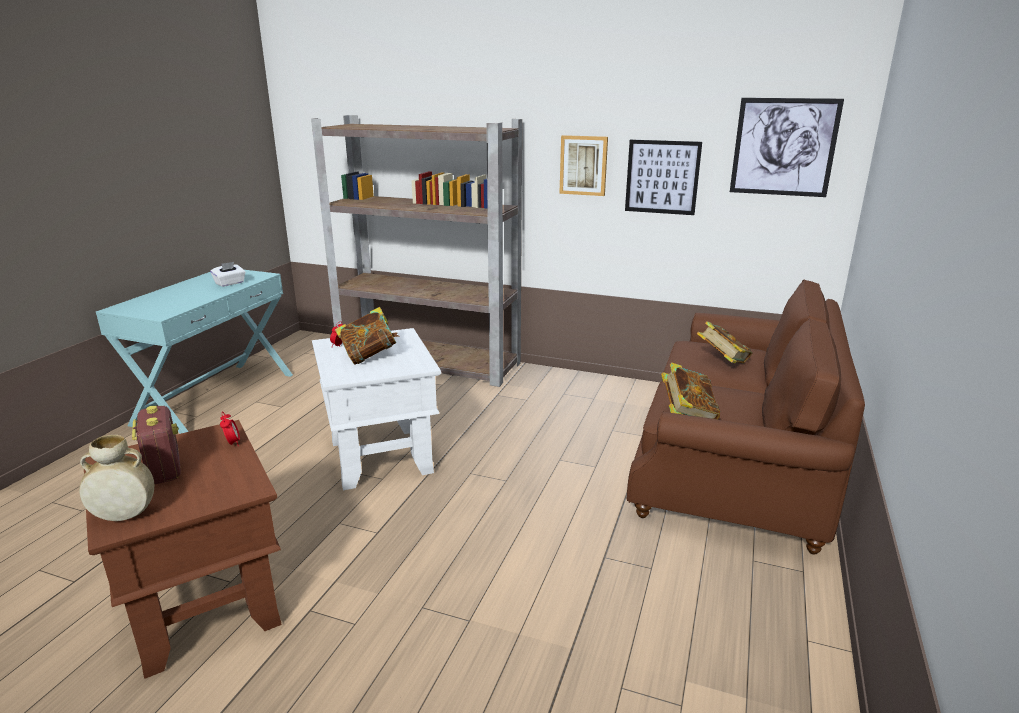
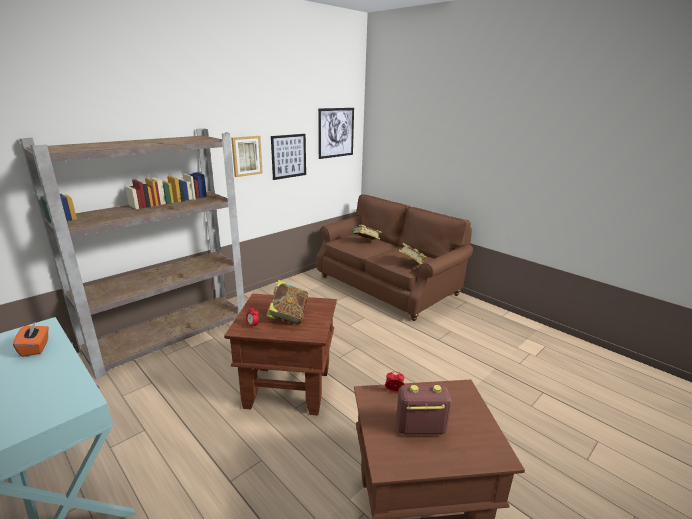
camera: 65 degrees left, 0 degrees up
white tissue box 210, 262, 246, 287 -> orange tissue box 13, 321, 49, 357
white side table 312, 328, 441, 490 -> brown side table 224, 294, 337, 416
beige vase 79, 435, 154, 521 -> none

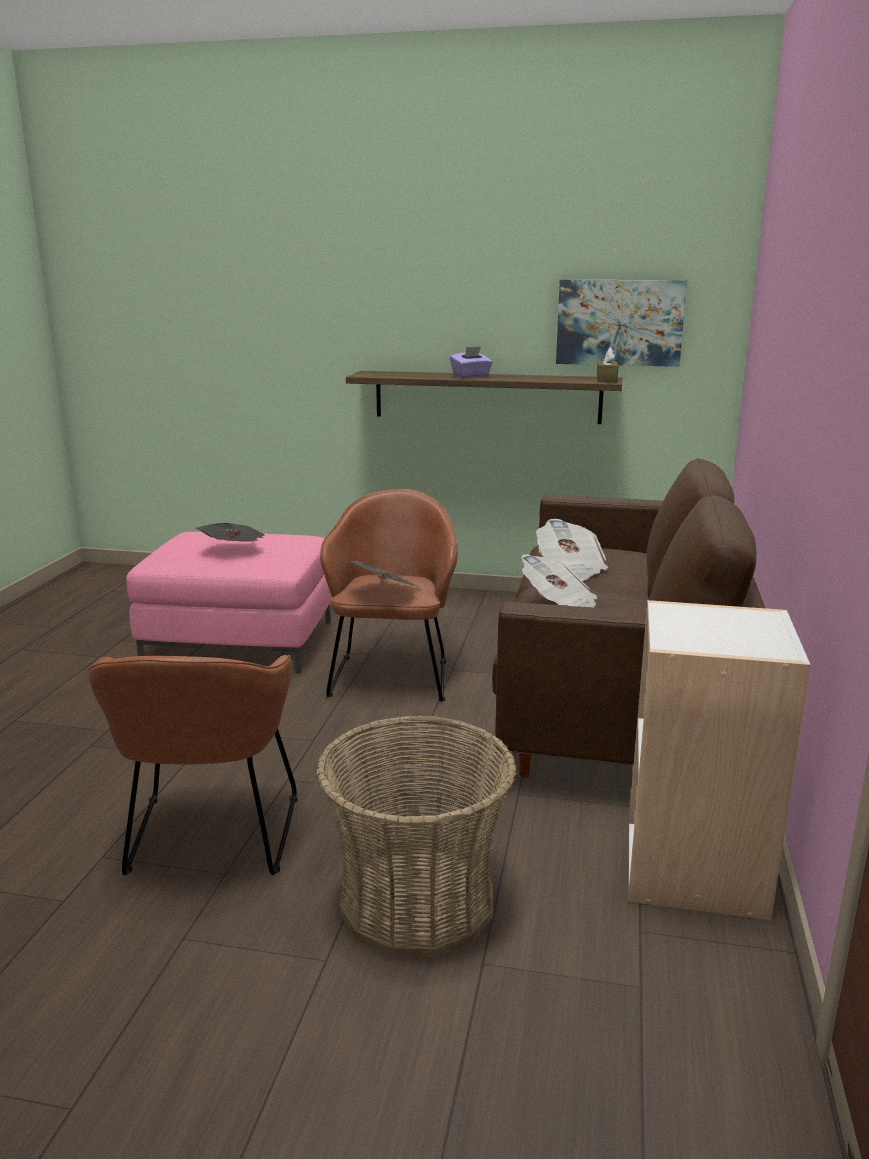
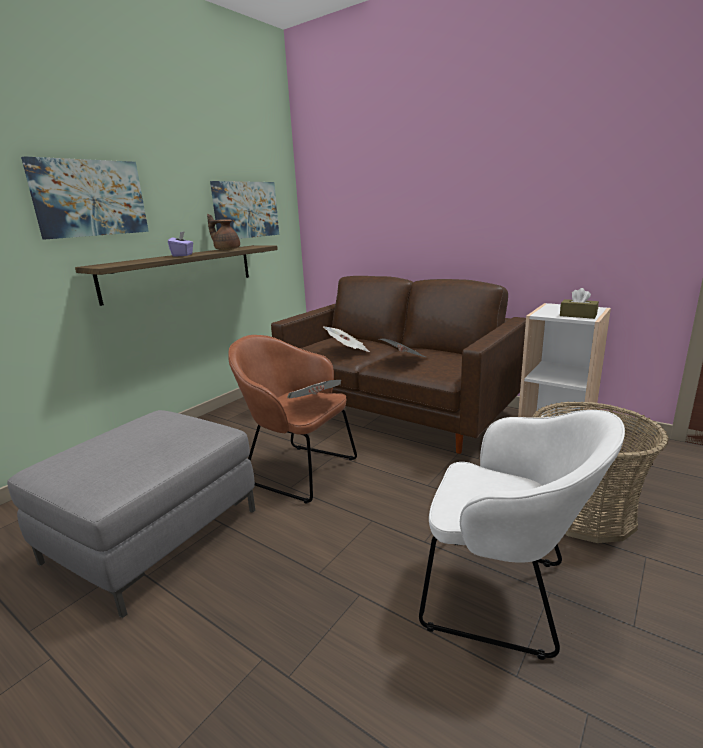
camera: 65 degrees left, 0 degrees up
brown tissue box 596, 347, 618, 382 -> brown tissue box 560, 288, 599, 319, move
newspaper 195, 523, 264, 542 -> none
pink ottoman 126, 532, 332, 674 -> grey ottoman 7, 410, 255, 618
brown armchair 87, 655, 298, 876 -> white armchair 419, 410, 625, 660
none -> picture 21, 156, 149, 239
none -> brown teapot 207, 214, 240, 250

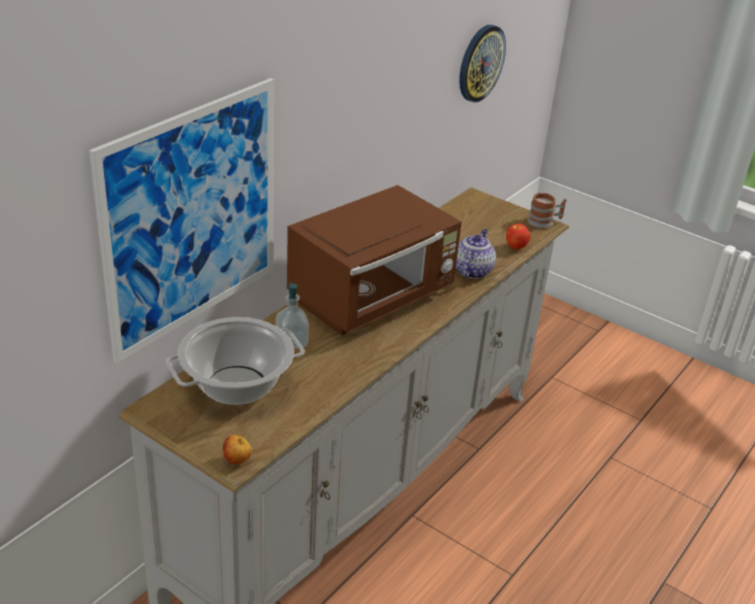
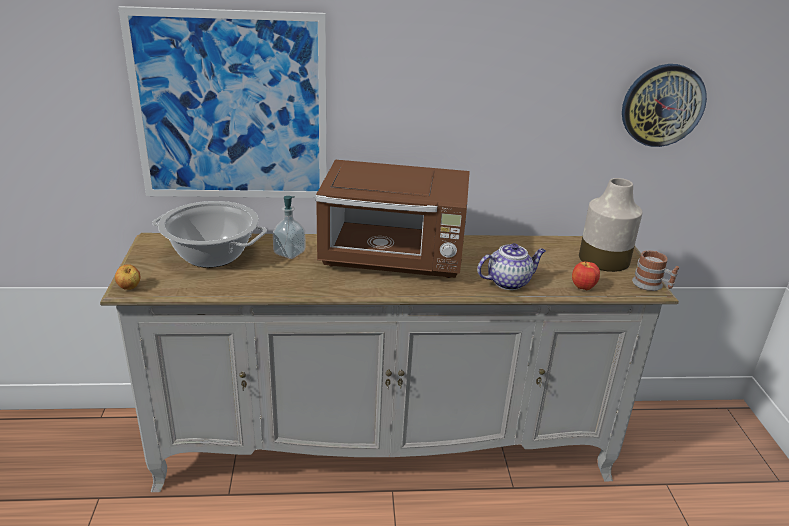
camera: 50 degrees right, 5 degrees down
none -> beige vase 579, 178, 643, 272

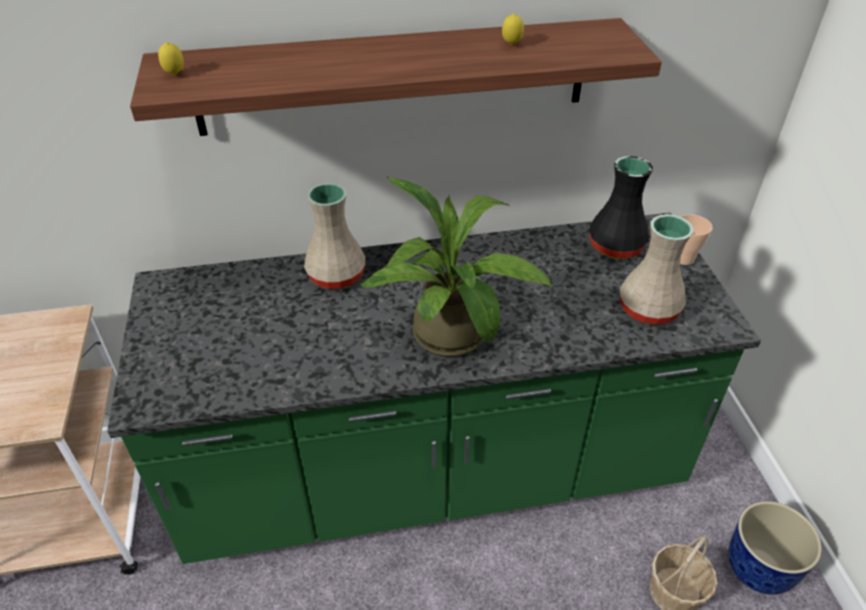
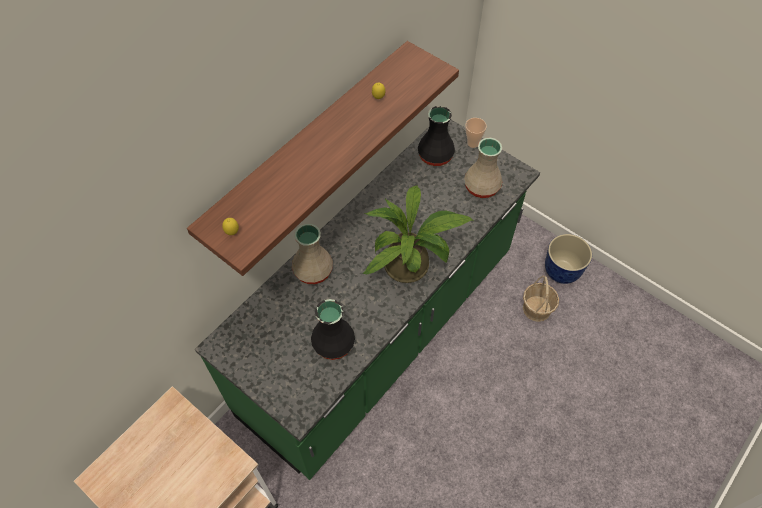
camera: 40 degrees left, 15 degrees up
none -> black vase 311, 299, 355, 360

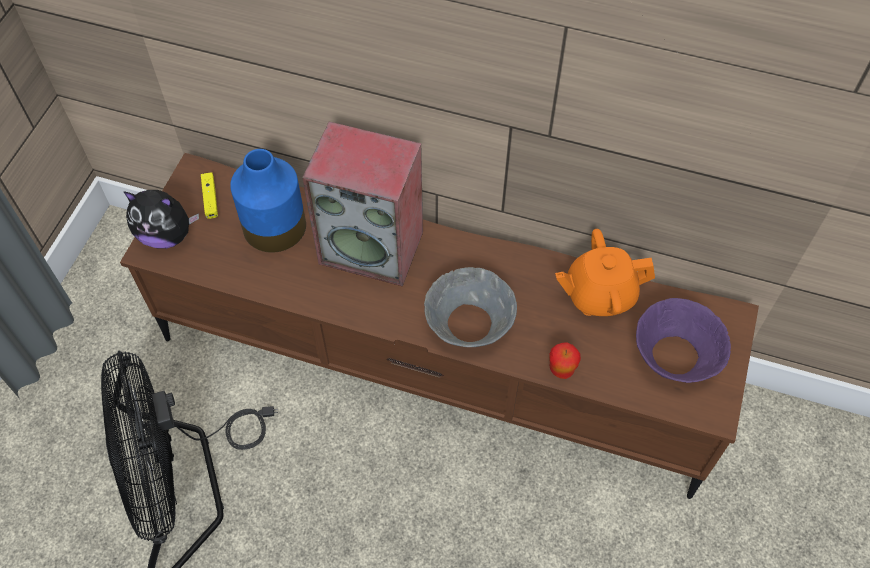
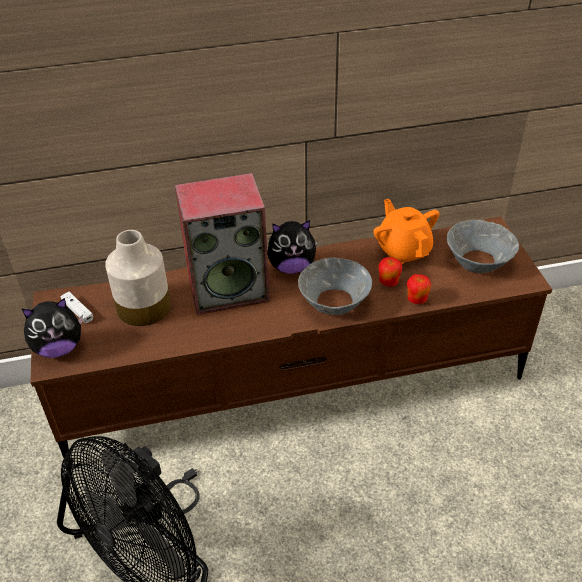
camera: 30 degrees left, 15 degrees down
blue vase 230, 149, 306, 253 -> beige vase 105, 230, 171, 326
yellow game controller 201, 172, 218, 219 -> white game controller 60, 292, 93, 323
orange teapot 555, 229, 655, 316 -> orange teapot 374, 199, 440, 264, 105 degrees clockwise
purple bowl 636, 298, 731, 383 -> grey bowl 447, 220, 519, 273
none -> plush toy 267, 220, 318, 273
none -> apple 379, 257, 402, 287

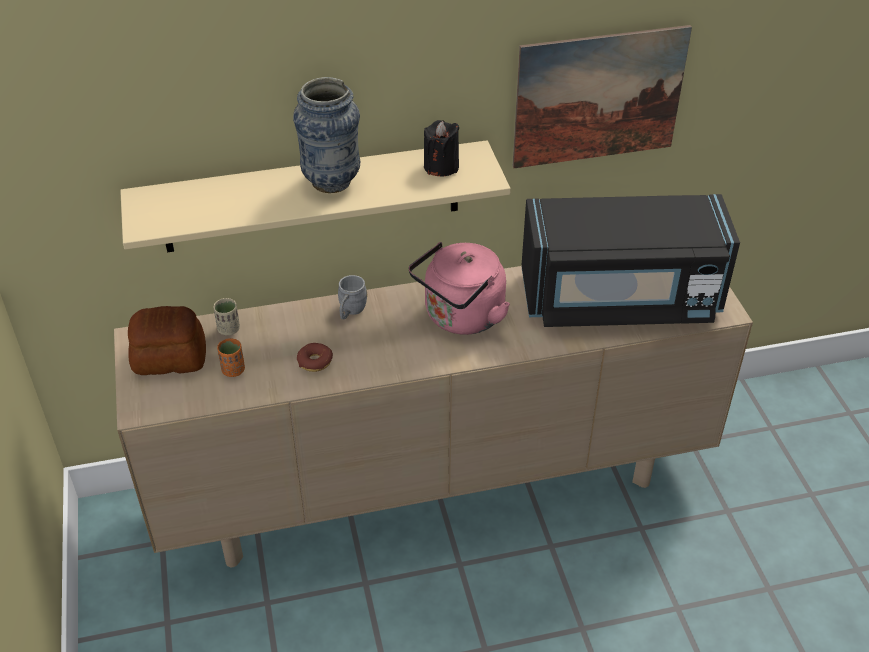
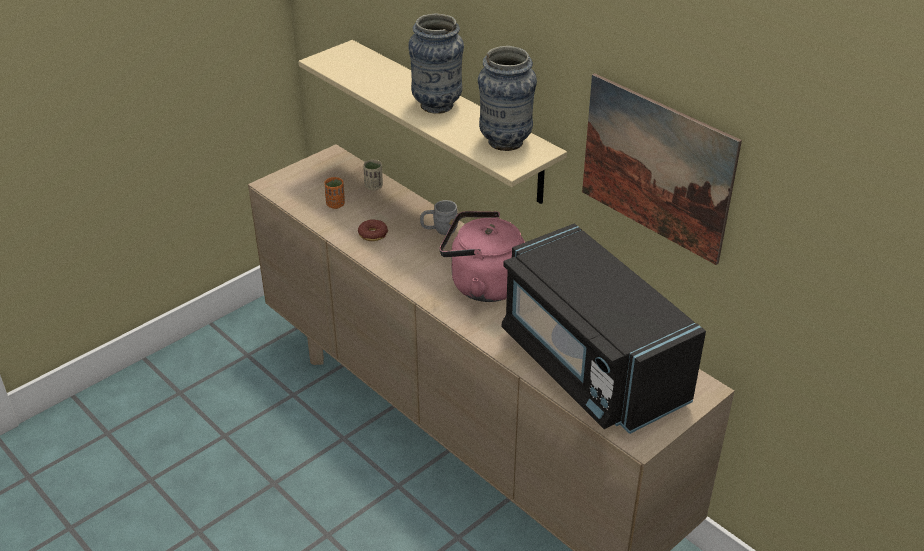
camera: 60 degrees right, 5 degrees down
black candle 424, 120, 459, 176 -> vase 478, 46, 537, 151
bread 128, 306, 206, 375 -> none

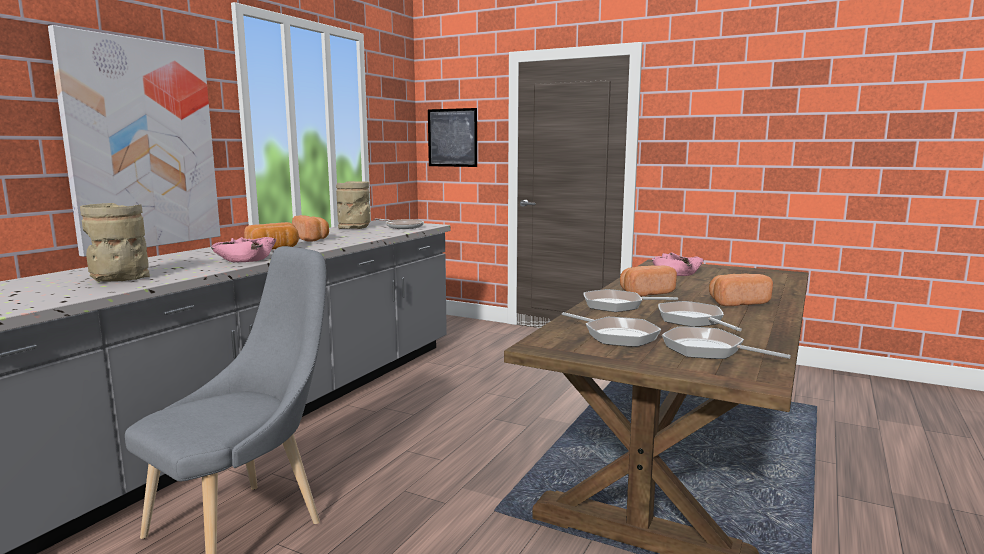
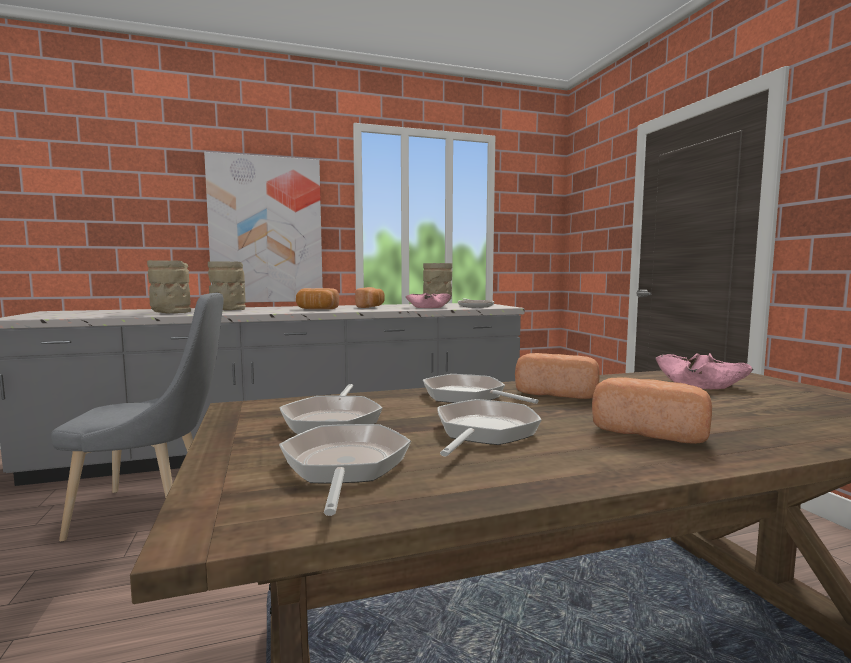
camera: 45 degrees right, 5 degrees down
picture 428, 108, 477, 167 -> none
pink bowl 211, 237, 277, 262 -> pink bowl 406, 293, 451, 308, move
none -> beige vase 208, 261, 246, 310

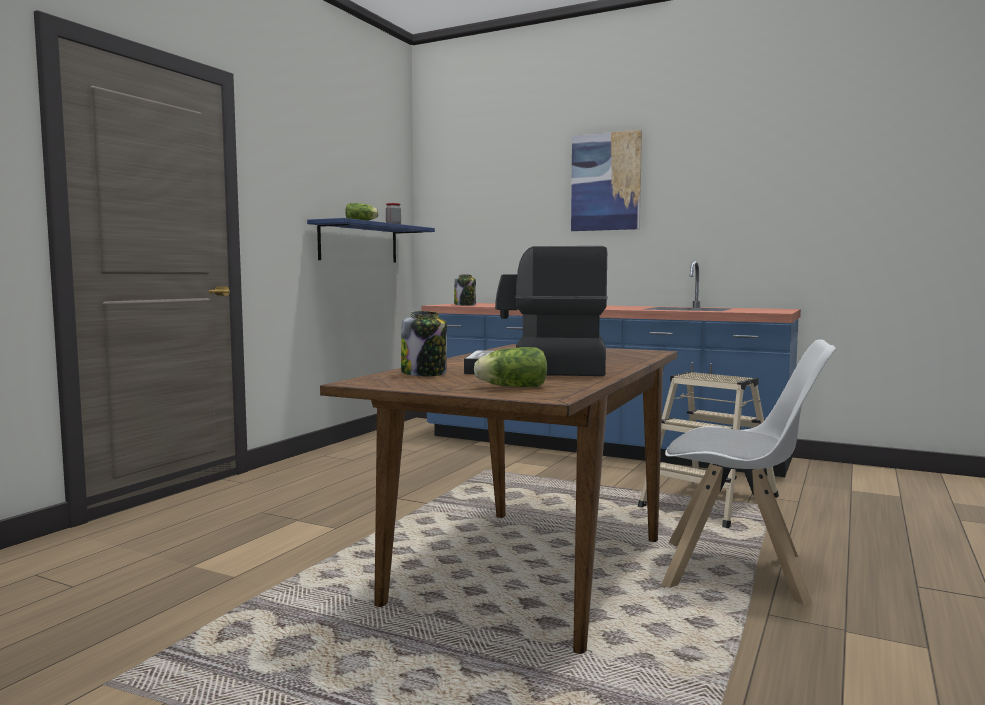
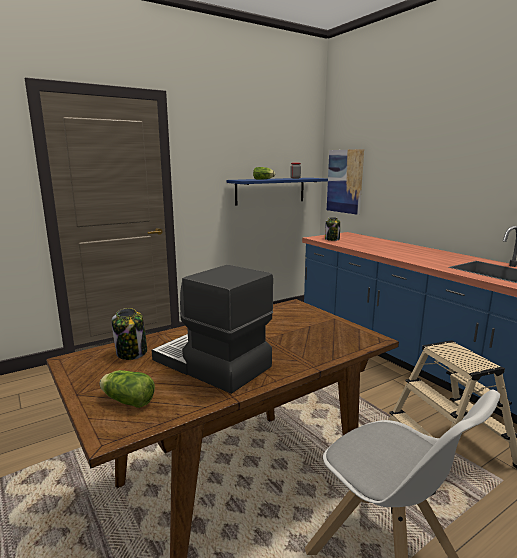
camera: 30 degrees right, 10 degrees up
picture 571, 130, 642, 231 -> picture 327, 149, 364, 215, move

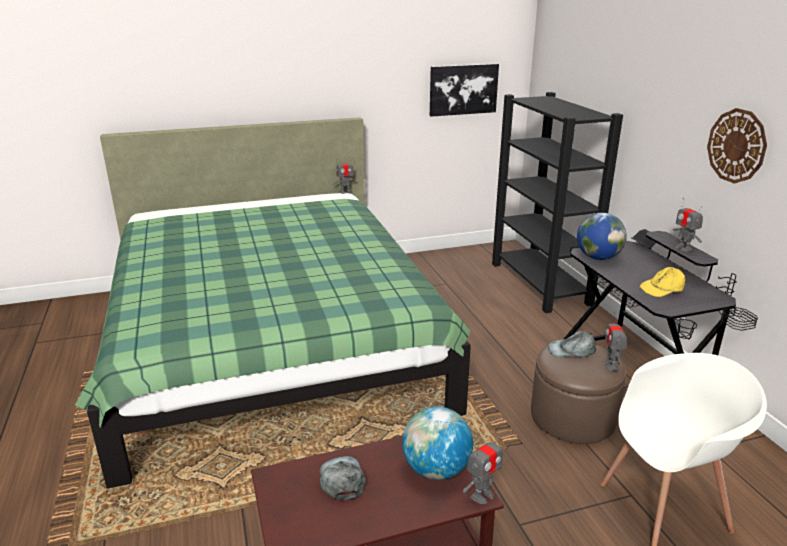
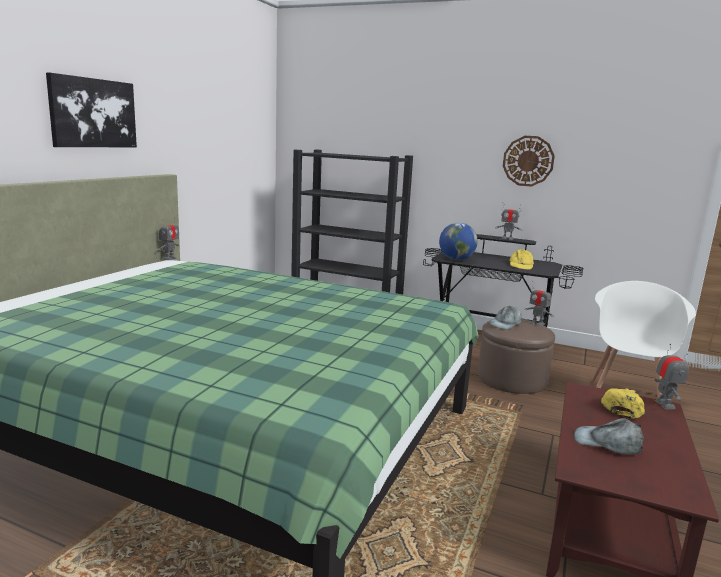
camera: 50 degrees left, 10 degrees down
picture 430, 64, 499, 117 -> picture 46, 72, 137, 147, move
globe 402, 407, 473, 480 -> yellow cap 601, 388, 645, 419

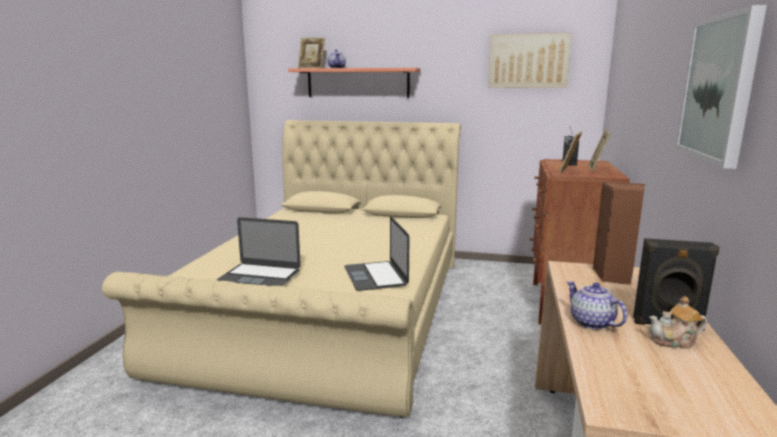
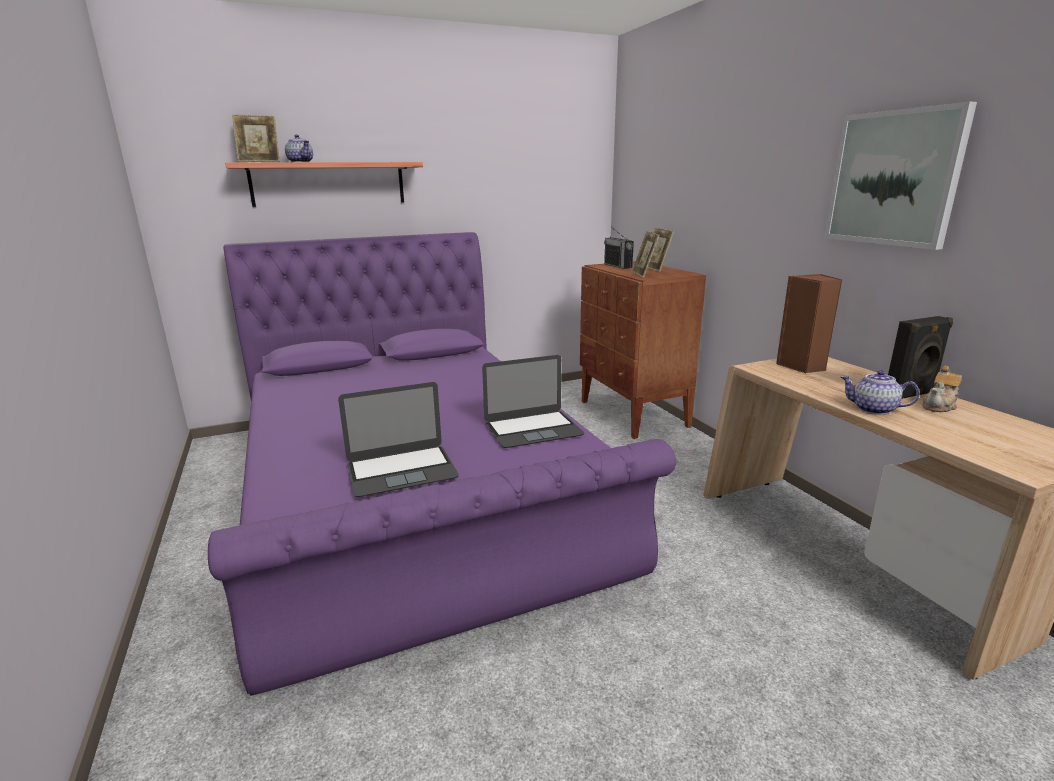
camera: 35 degrees left, 5 degrees up
picture 488, 33, 572, 88 -> none
beige bed 102, 120, 461, 418 -> purple bed 208, 232, 677, 696
laptop 344, 217, 410, 291 -> laptop 482, 355, 584, 448, 60 degrees counterclockwise

